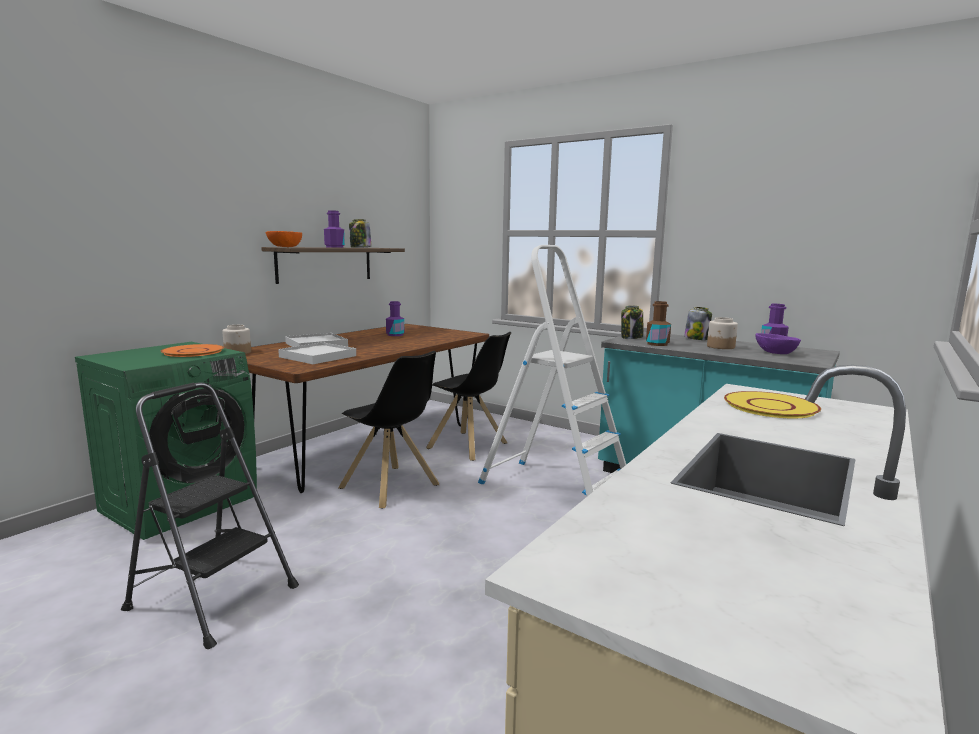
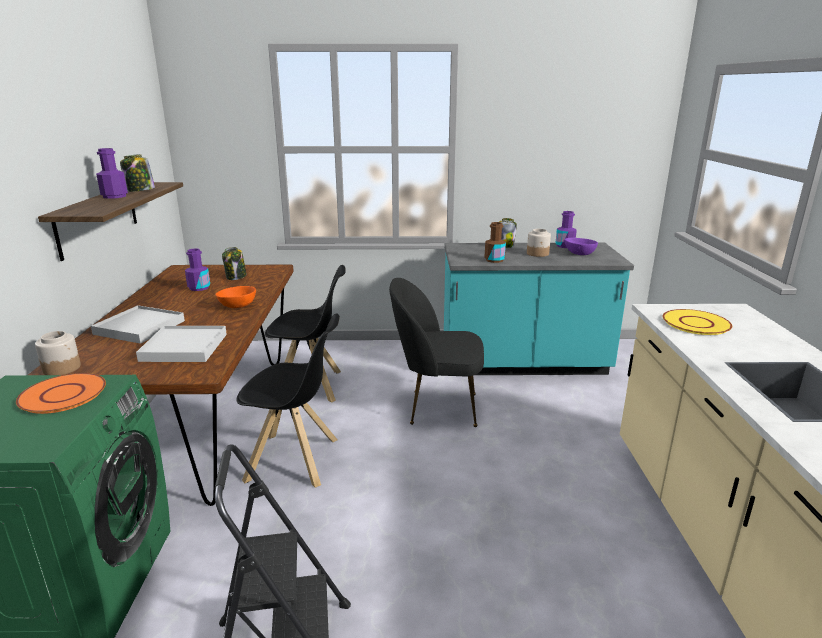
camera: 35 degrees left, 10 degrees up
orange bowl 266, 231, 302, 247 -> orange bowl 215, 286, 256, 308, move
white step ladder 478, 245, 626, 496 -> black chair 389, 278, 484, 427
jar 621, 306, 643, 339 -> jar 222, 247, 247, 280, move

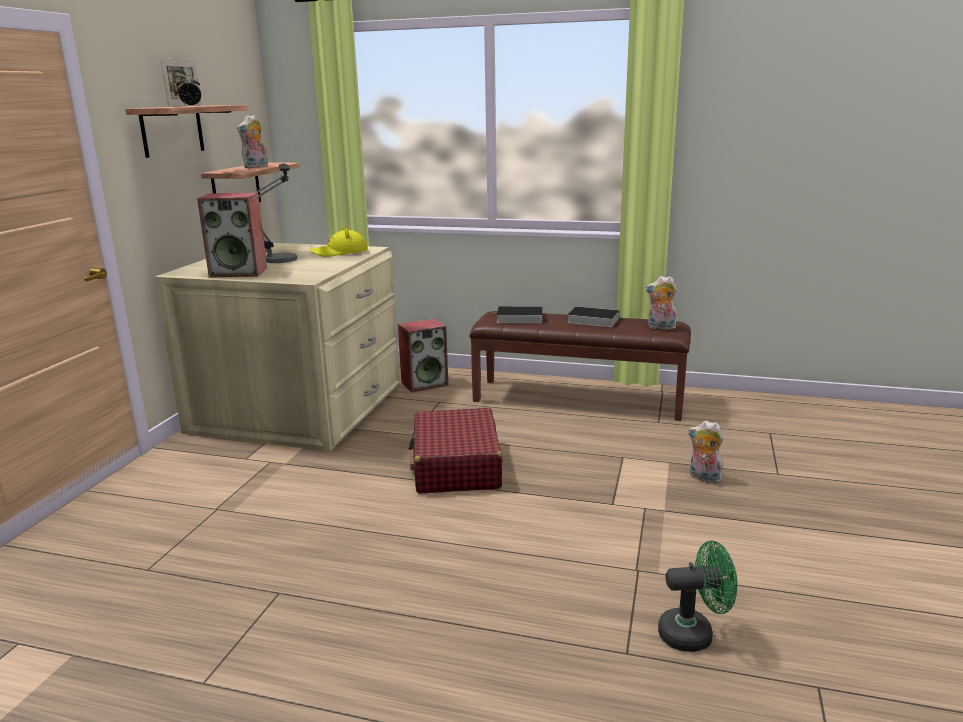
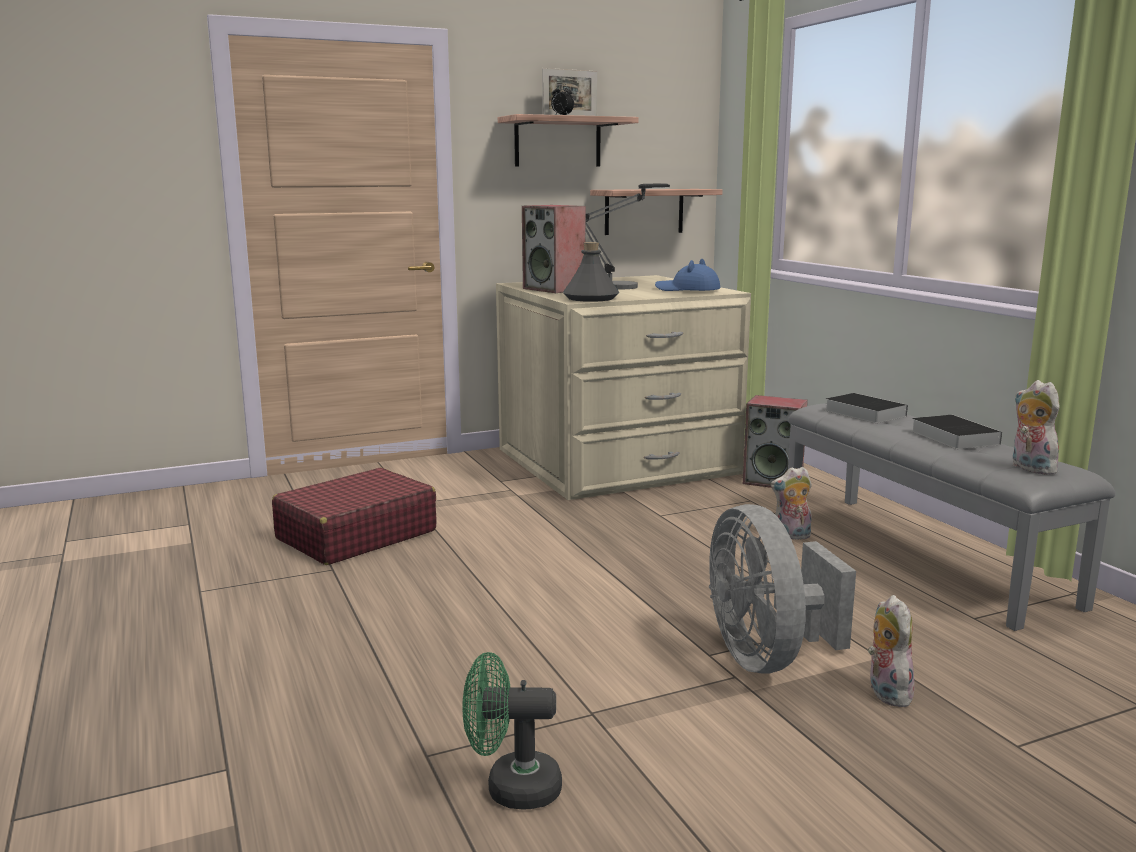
camera: 50 degrees right, 5 degrees down
plush toy 237, 115, 268, 168 -> plush toy 770, 467, 812, 540, move
yellow hat 310, 225, 368, 257 -> blue hat 655, 259, 720, 291
brown bench 470, 311, 691, 421 -> grey bench 788, 403, 1115, 631
red suitcase 409, 408, 503, 493 -> red suitcase 272, 468, 437, 565, move
green fan 658, 541, 737, 652 -> green fan 462, 652, 562, 810, 135 degrees clockwise
none -> grey bottle 563, 242, 619, 302
none -> grey fan 709, 504, 856, 674

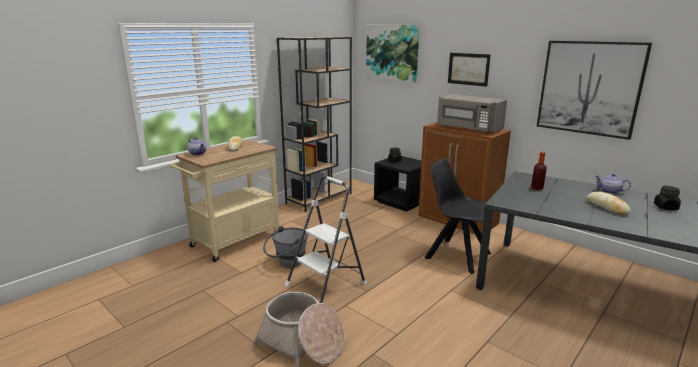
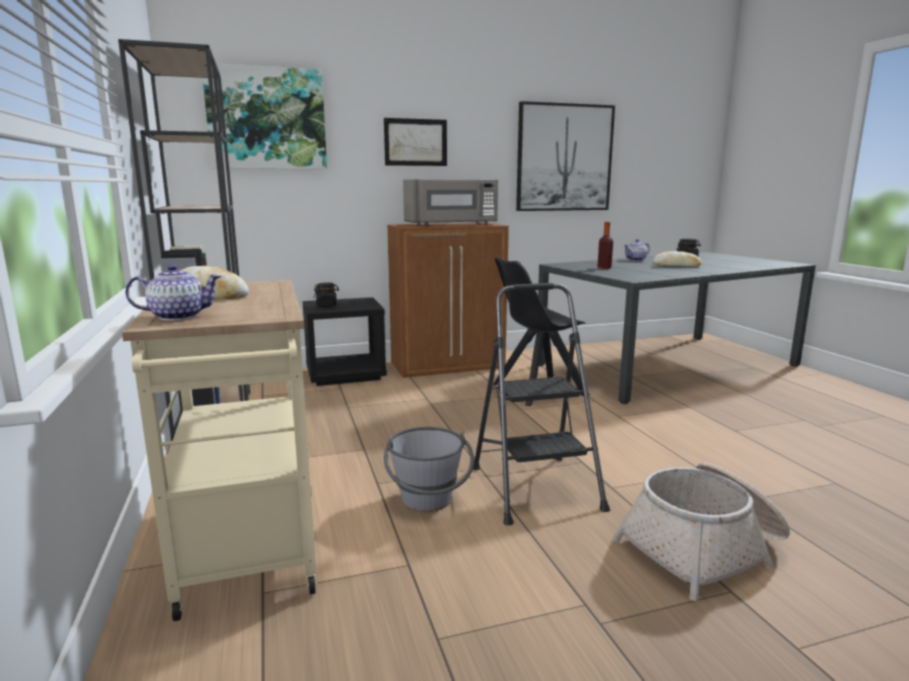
camera: 60 degrees left, 5 degrees down
white step ladder 285, 176, 367, 303 -> black step ladder 473, 283, 610, 525

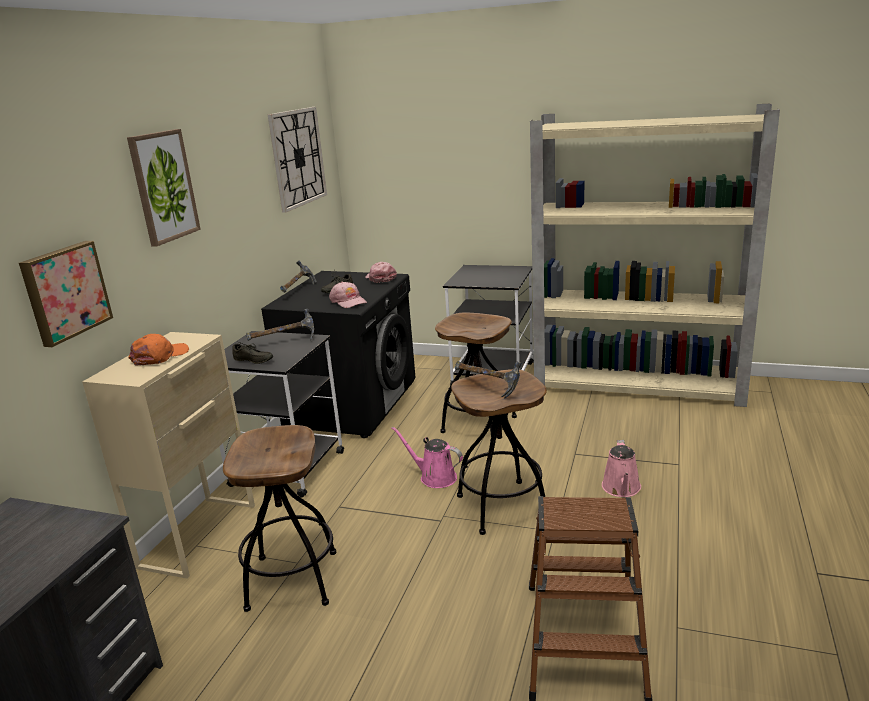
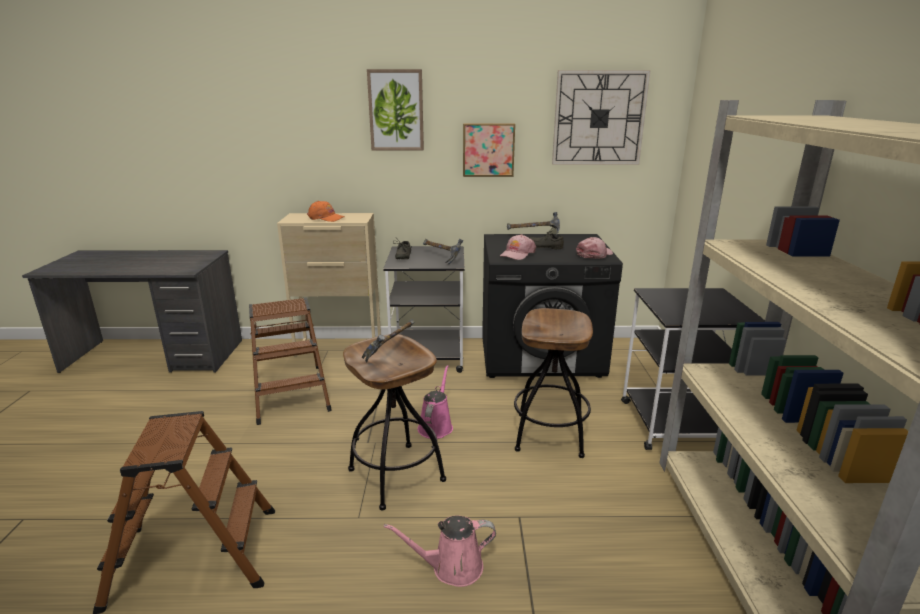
camera: 70 degrees right, 0 degrees up
picture 19, 241, 113, 347 -> picture 463, 123, 515, 177, move
brown stool 223, 425, 336, 612 -> brown step ladder 249, 297, 332, 425

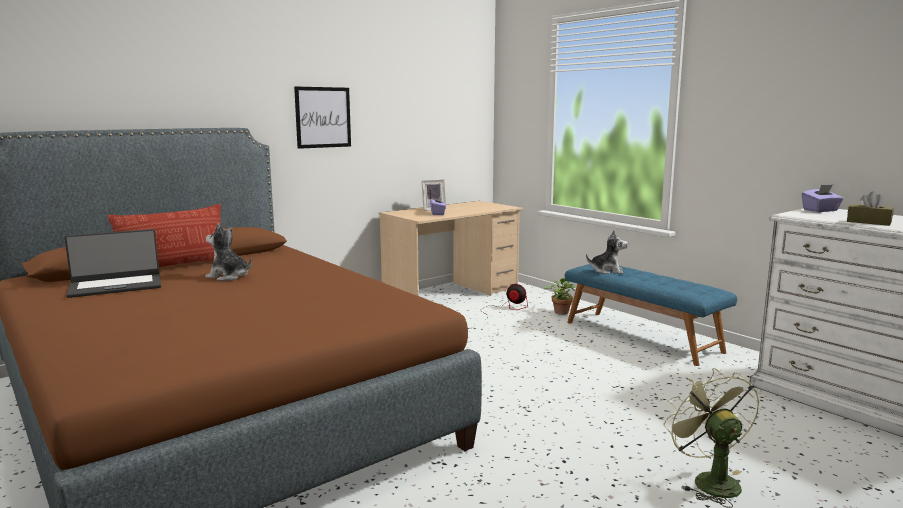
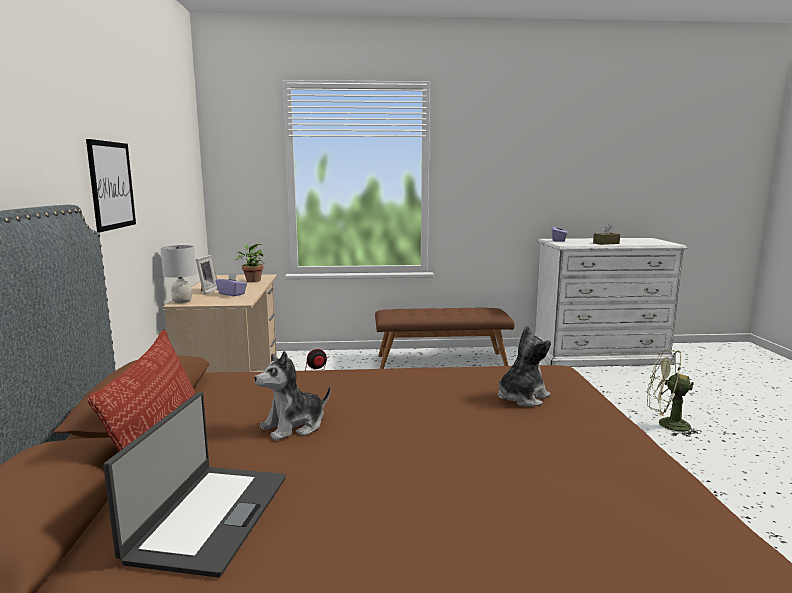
camera: 55 degrees left, 0 degrees up
plush toy 586, 230, 628, 274 -> plush toy 498, 325, 551, 407, move
blue bench 565, 264, 737, 366 -> brown bench 375, 308, 515, 369
potted plant 544, 275, 575, 315 -> potted plant 235, 243, 264, 282, move
none -> grey table lamp 160, 245, 197, 303

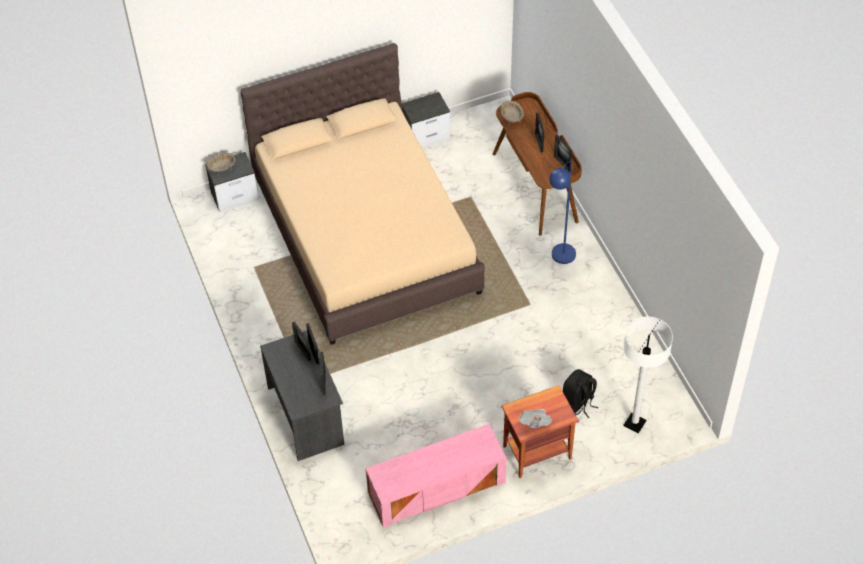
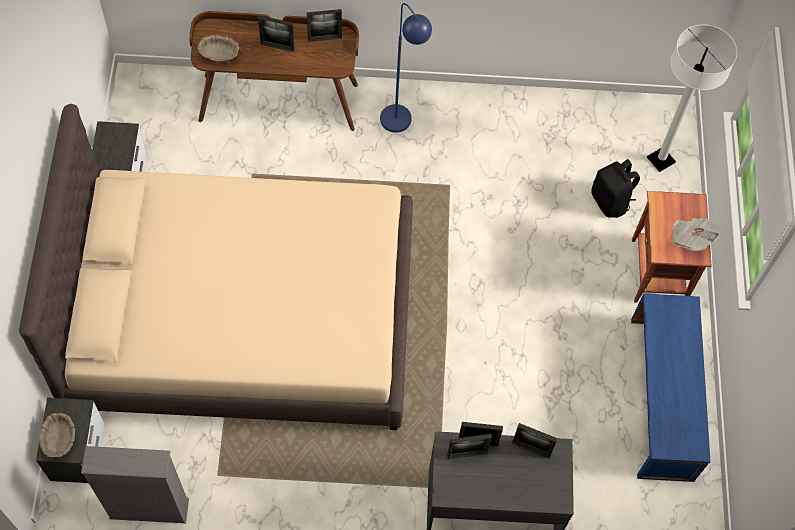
camera: 70 degrees left, 10 degrees up
pink bench 365, 424, 507, 528 -> blue bench 631, 293, 711, 482
none -> grey bookcase 81, 446, 189, 523

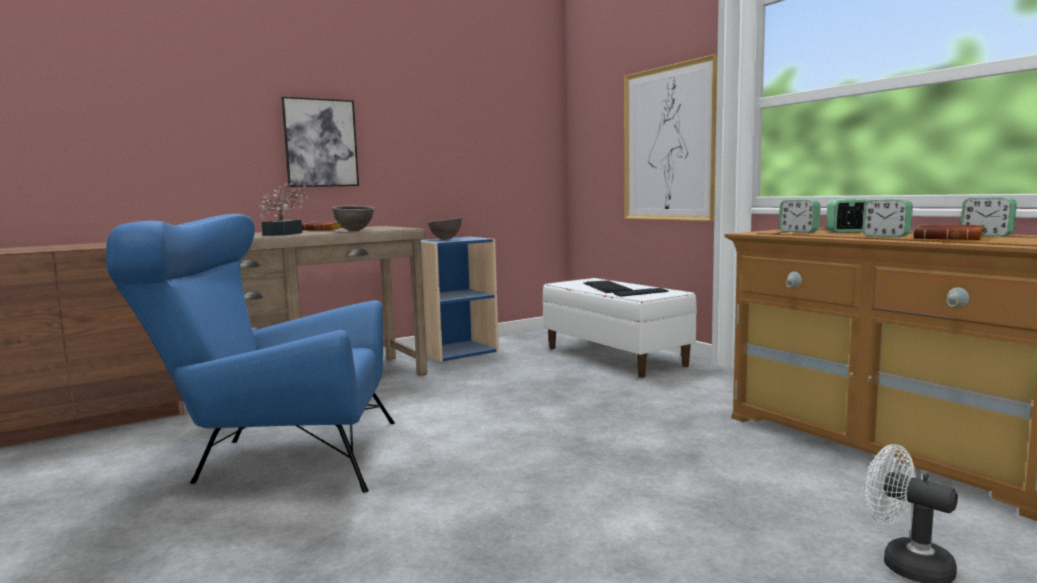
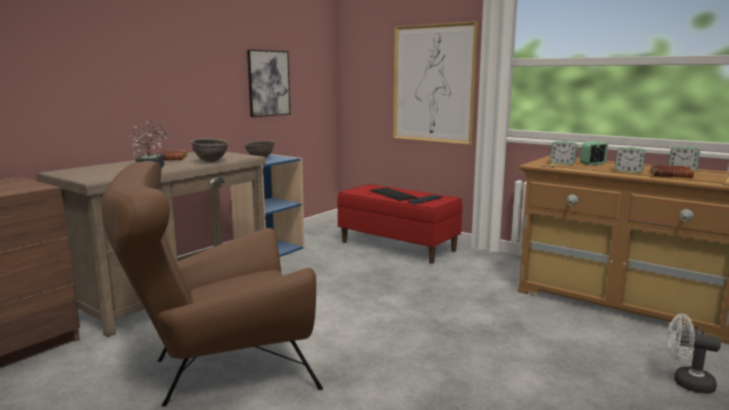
camera: 20 degrees left, 5 degrees up
picture 281, 96, 359, 187 -> picture 247, 50, 290, 117, move
blue armchair 106, 214, 395, 493 -> brown armchair 102, 161, 323, 407
white bench 542, 278, 697, 378 -> red bench 337, 184, 462, 264

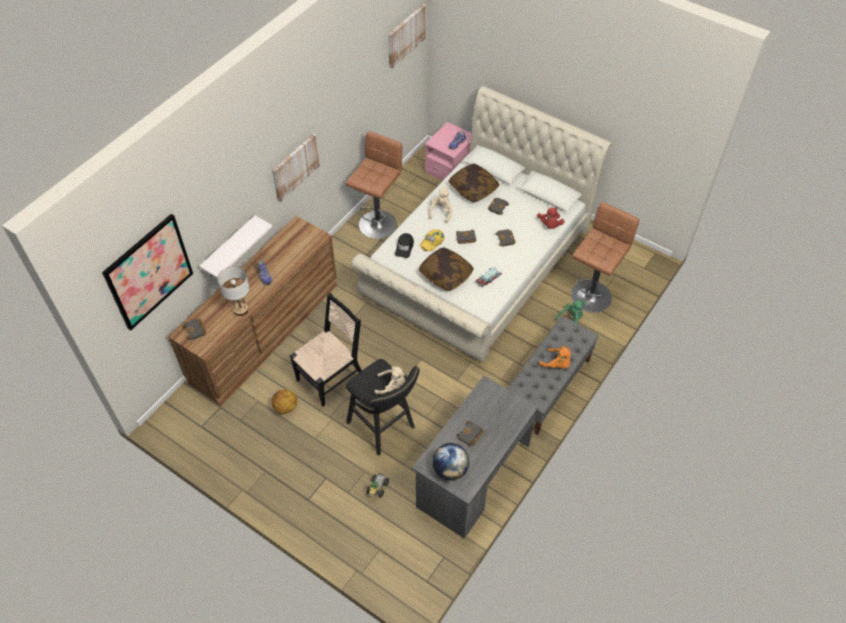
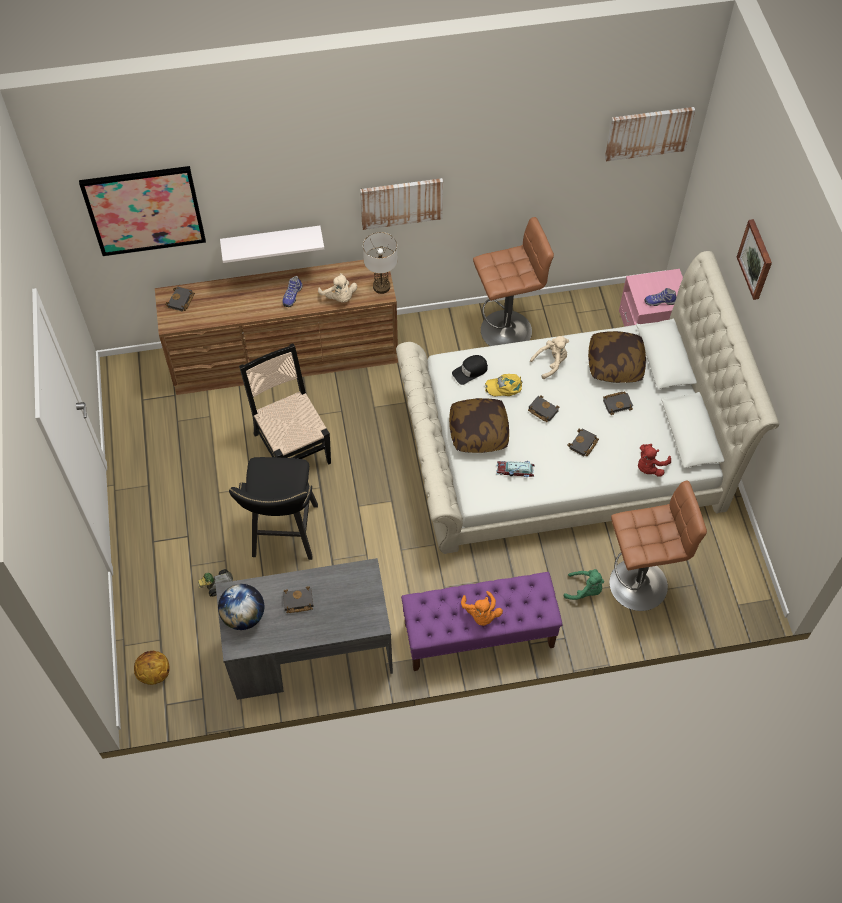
camera: 45 degrees right, 5 degrees up
table lamp 217, 266, 249, 316 -> table lamp 363, 232, 398, 294, move
chair 290, 293, 362, 407 -> chair 239, 344, 331, 465, 120 degrees counterclockwise
grey bench 507, 316, 599, 435 -> purple bench 401, 572, 563, 671
beige plush toy 374, 366, 405, 394 -> beige plush toy 318, 273, 357, 303, move
basketball 272, 390, 297, 414 -> basketball 134, 651, 170, 685, move
none -> picture 737, 219, 772, 300

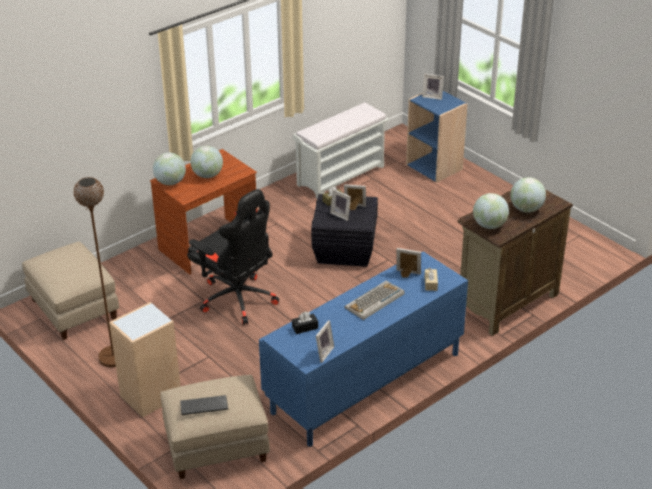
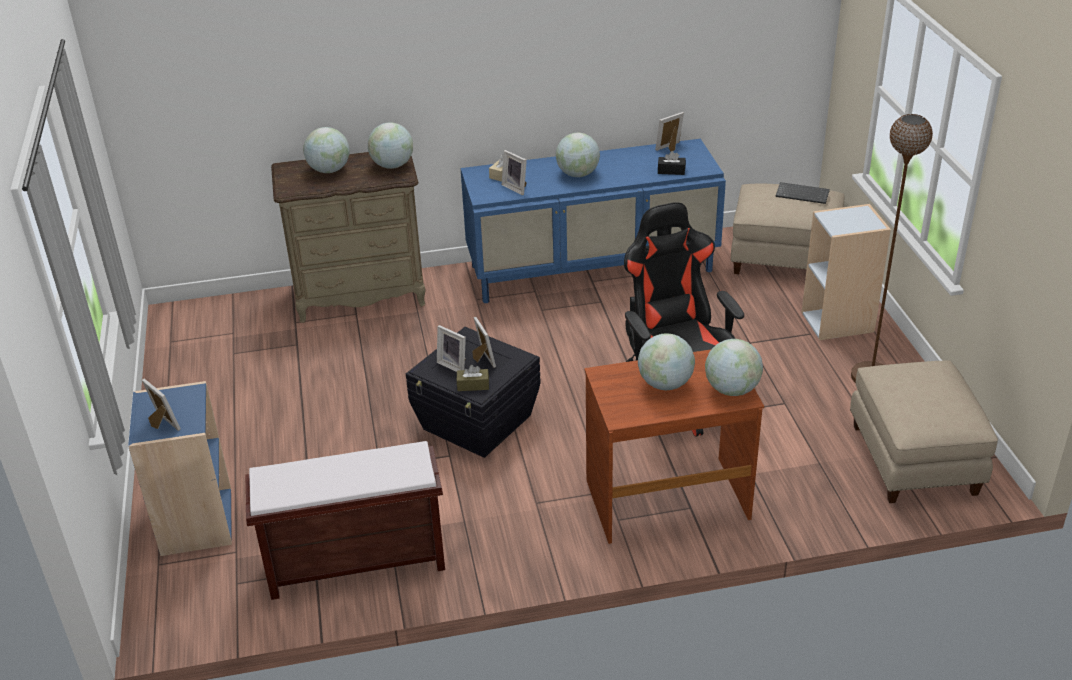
camera: 150 degrees left, 0 degrees up
white bench 293, 102, 389, 199 -> brown bench 245, 441, 445, 600
keyboard 345, 281, 404, 320 -> globe 556, 133, 600, 177

